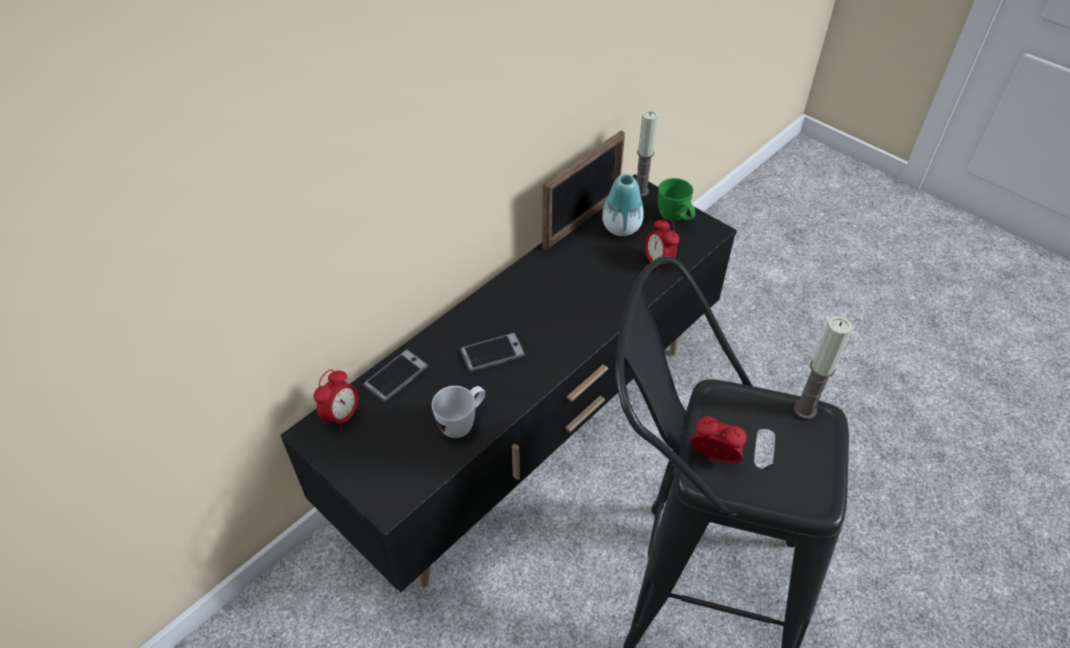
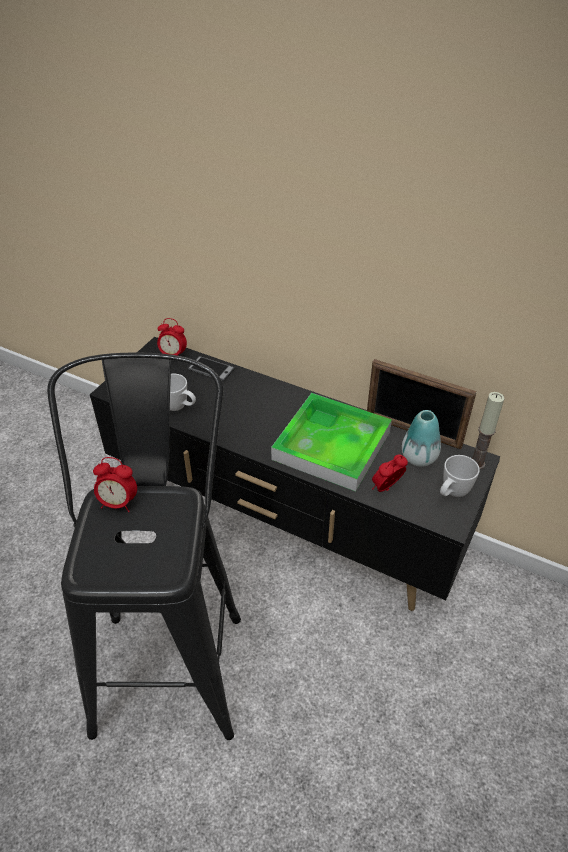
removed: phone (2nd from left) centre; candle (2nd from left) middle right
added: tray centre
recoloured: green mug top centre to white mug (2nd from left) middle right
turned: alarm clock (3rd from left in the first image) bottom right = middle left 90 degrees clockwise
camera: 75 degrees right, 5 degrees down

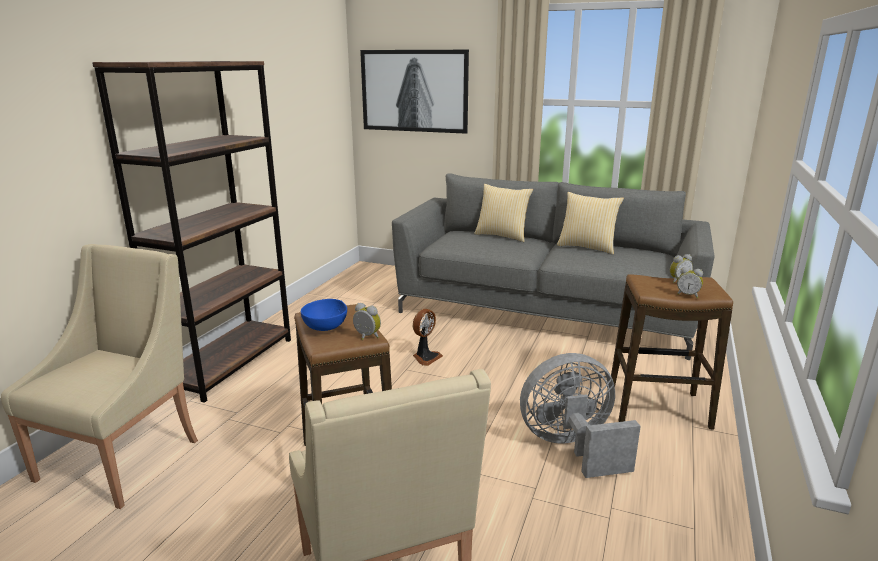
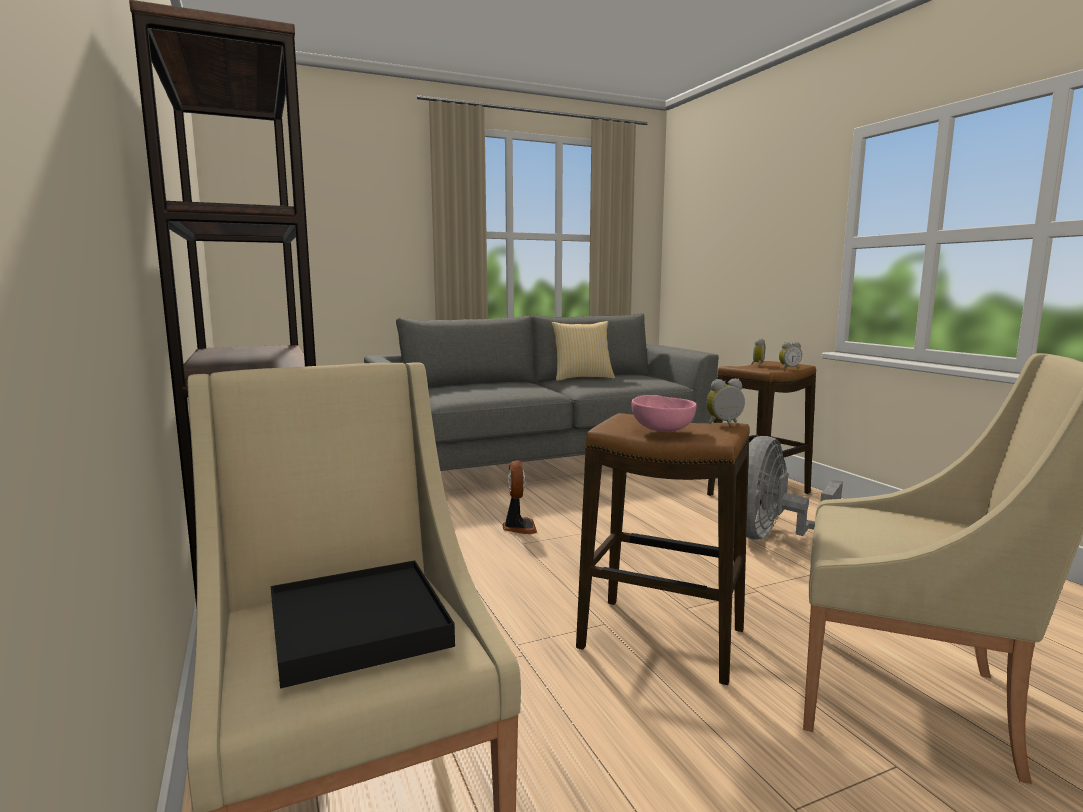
removed: picture top centre; pillow (1st from left) centre
added: black tray bottom centre
recoloured: blue bowl centre to pink bowl centre
camera: 45 degrees left, 10 degrees down

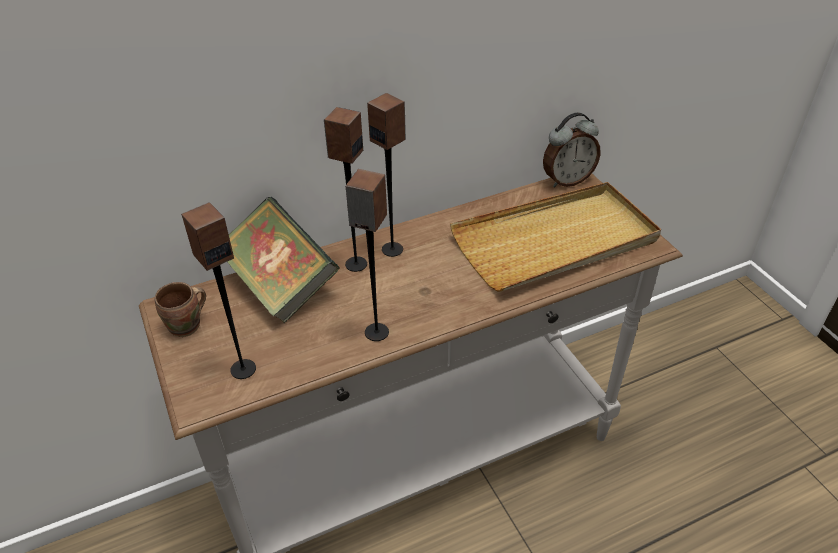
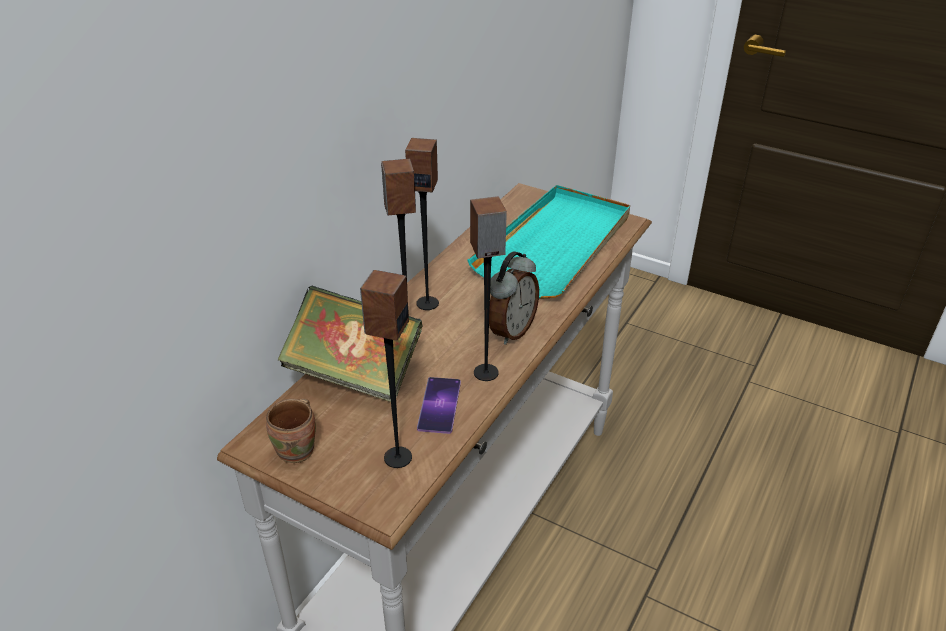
added: phone centre
moved: alarm clock top right to centre
recoloured: beige tray centre to turquoise tray centre
camera: 35 degrees left, 5 degrees down

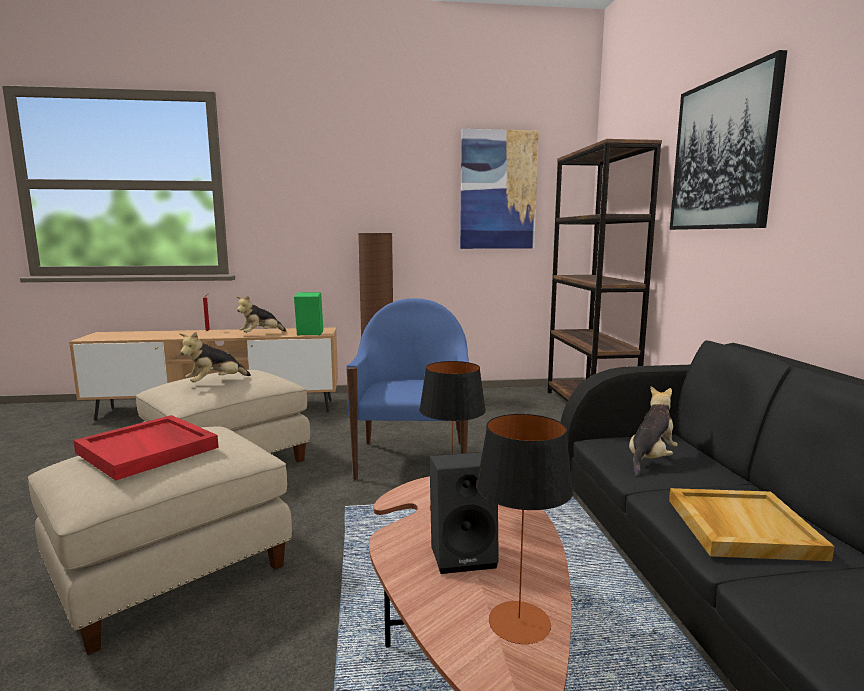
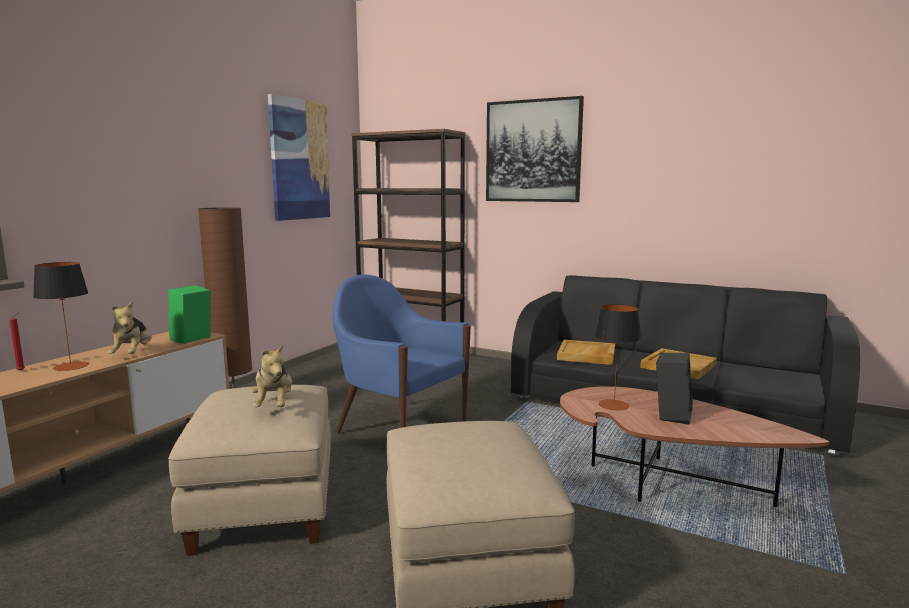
removed: red tray middle left
moved: table lamp (2nd from left in the first image) bottom centre to table lamp (1st from left) middle left
replaced: plush toy (3rd from left) middle right to beige tray (1st from left) centre
camera: 55 degrees left, 0 degrees up

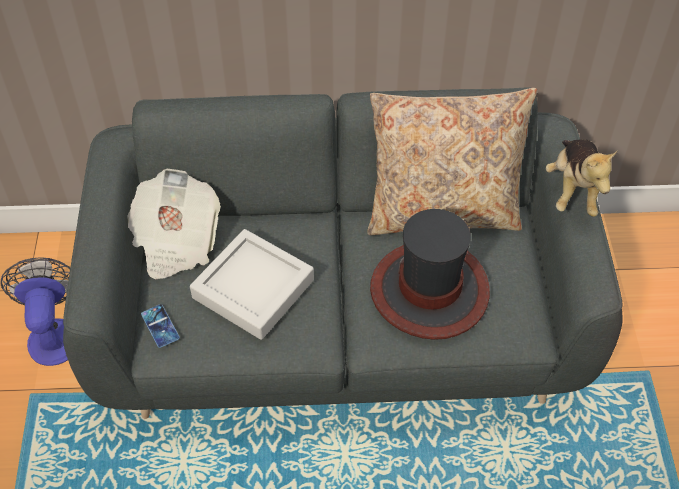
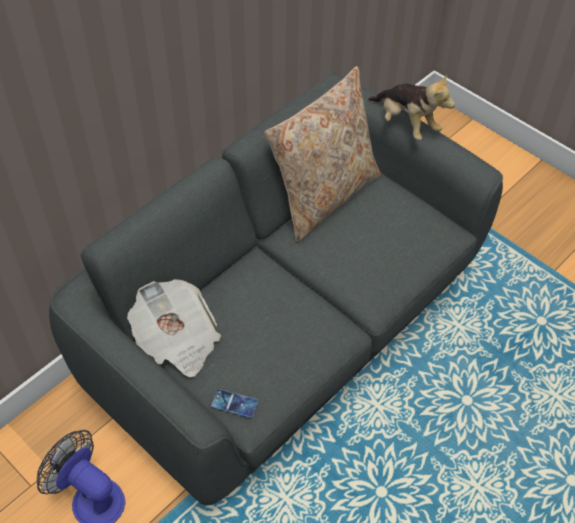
removed: grey tray centre; hat centre
camera: 45 degrees left, 0 degrees up

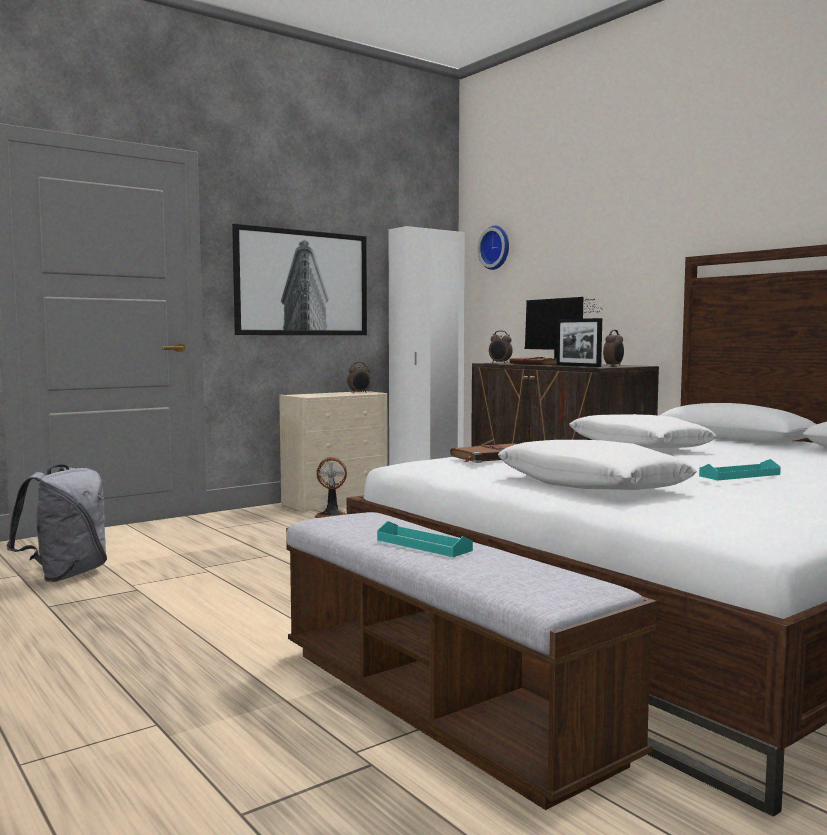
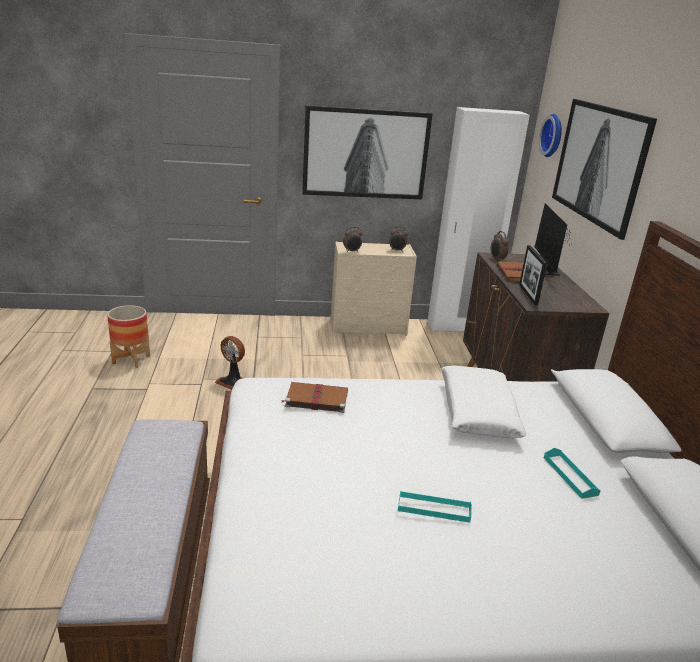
removed: white pillow (1st from left) middle right
added: picture (2nd from left) top right
moved: fan centre to middle left; alarm clock (3rd from left in the first image) middle right to alarm clock (1st from left) centre; turquoise tray (1st from left in the first image) centre to turquoise tray (2nd from left) bottom right
replaced: grey backpack middle left to planter middle left
camera: 30 degrees right, 20 degrees up

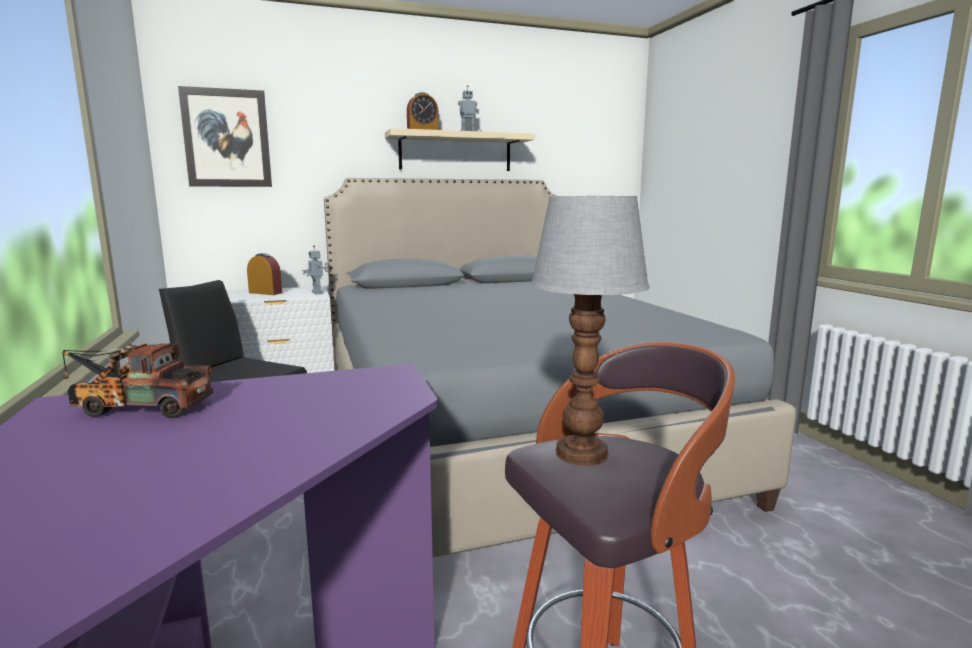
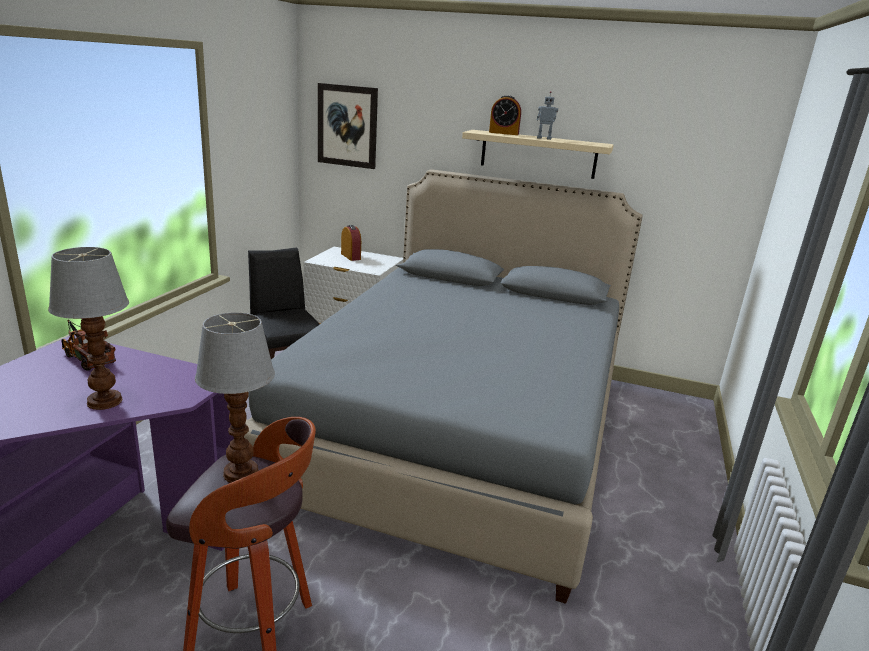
removed: toy robot (1st from left) middle left
added: table lamp (1st from left) middle left
camera: 35 degrees right, 10 degrees up

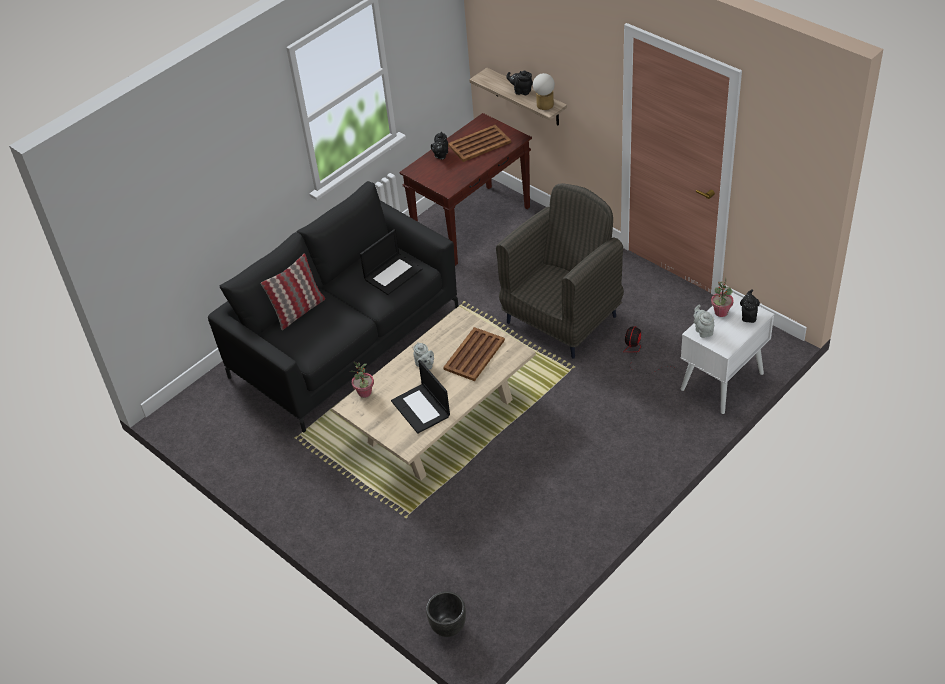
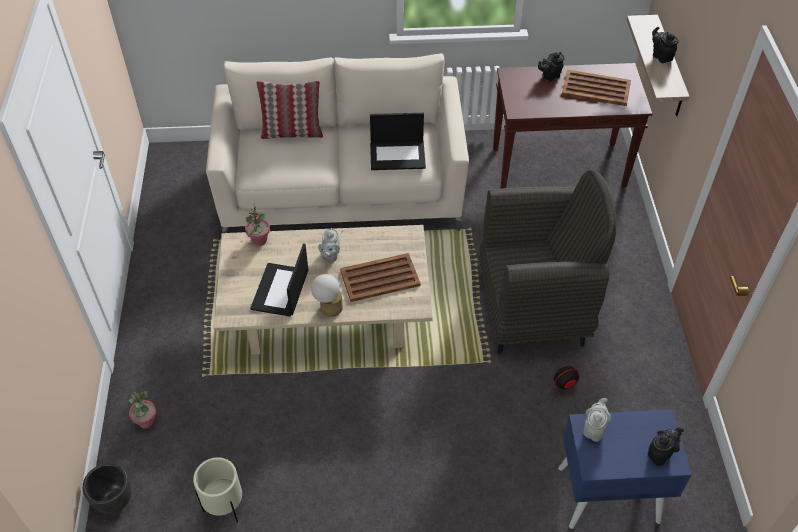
added: beige planter bottom left
moved: potted plant (2nd from left in the first image) middle right to potted plant (1st from left) bottom left; table lamp top centre to centre
recoloured: black sofa centre to beige sofa top centre; white nightstand middle right to blue nightstand bottom right
camera: 40 degrees right, 5 degrees up

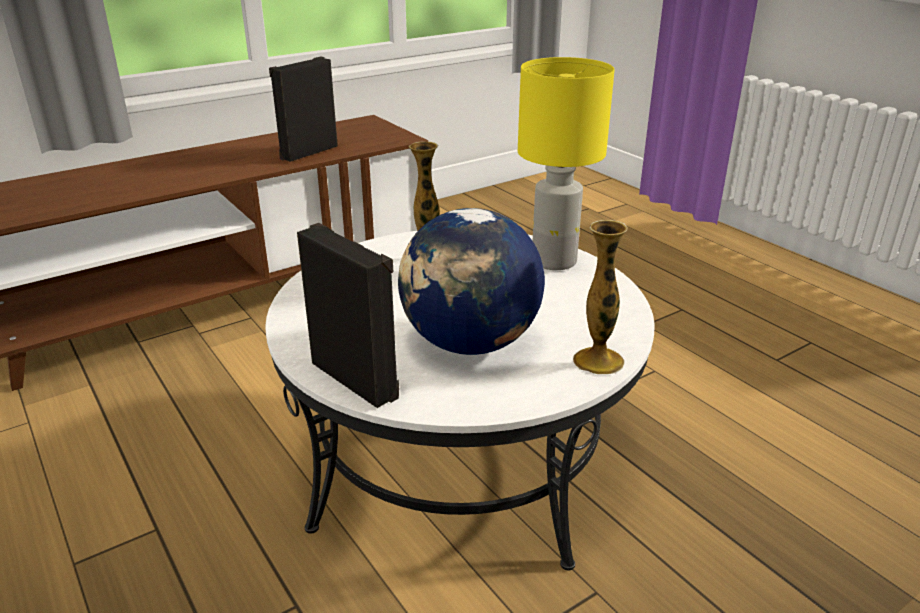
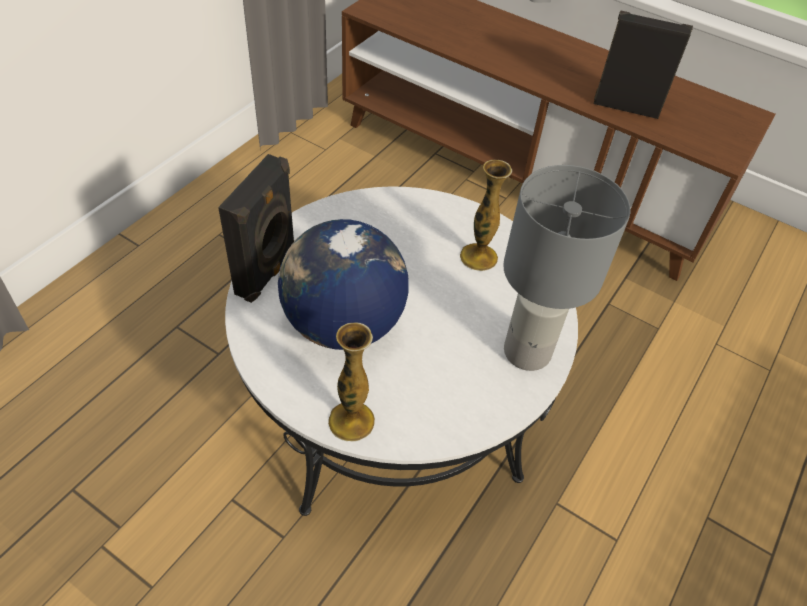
recoloured: yellow table lamp top centre to grey table lamp middle right
camera: 65 degrees right, 20 degrees up

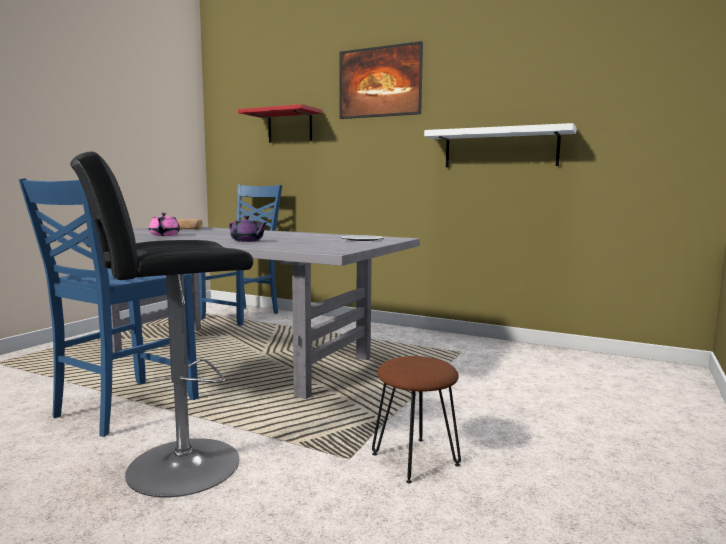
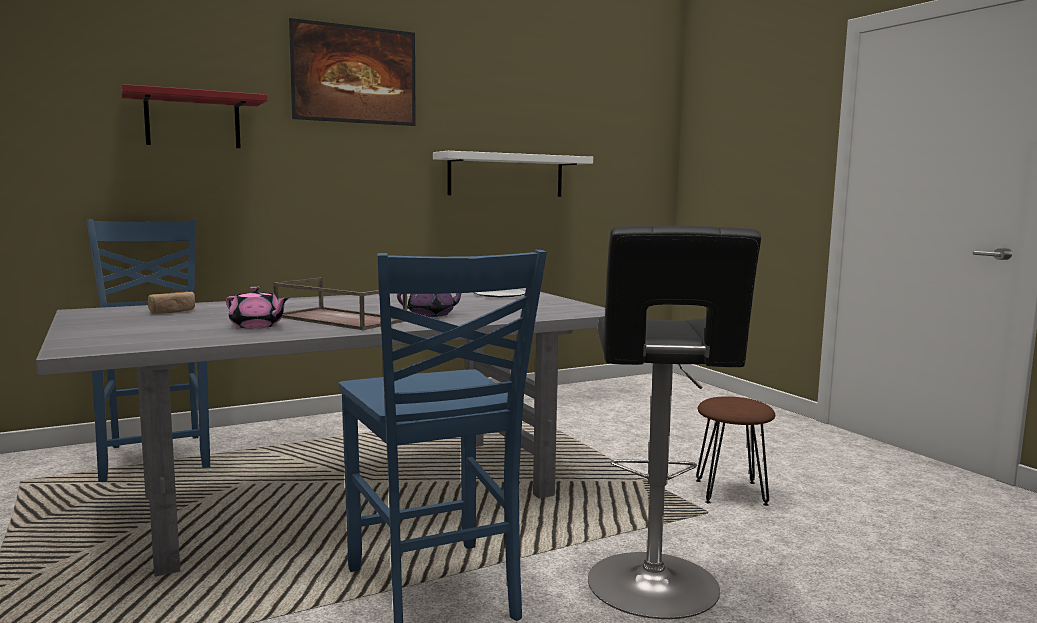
added: brown tray middle left
camera: 55 degrees left, 0 degrees up

